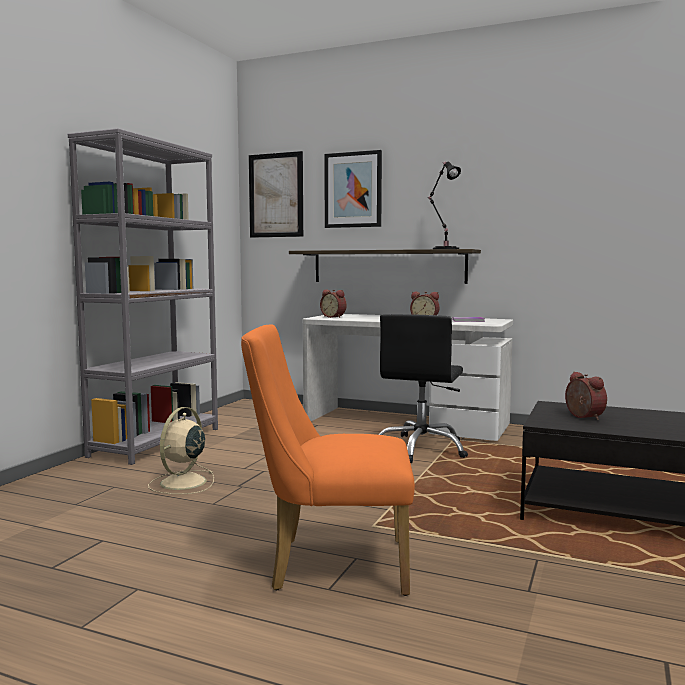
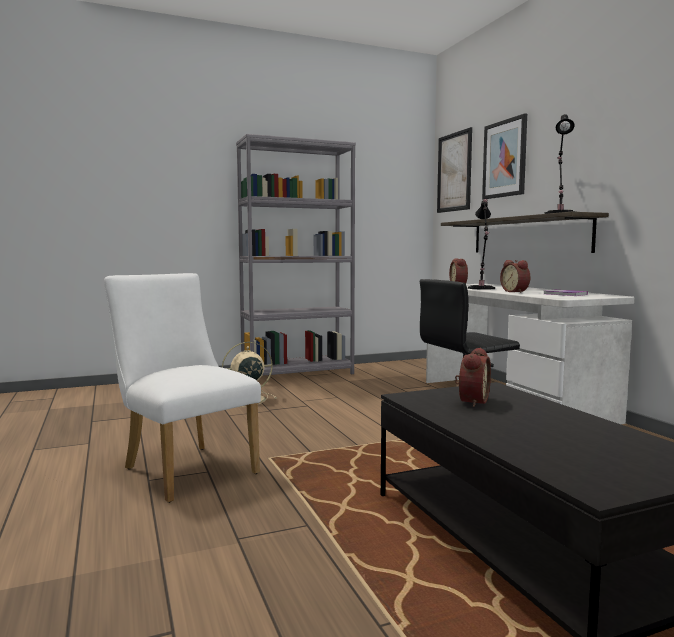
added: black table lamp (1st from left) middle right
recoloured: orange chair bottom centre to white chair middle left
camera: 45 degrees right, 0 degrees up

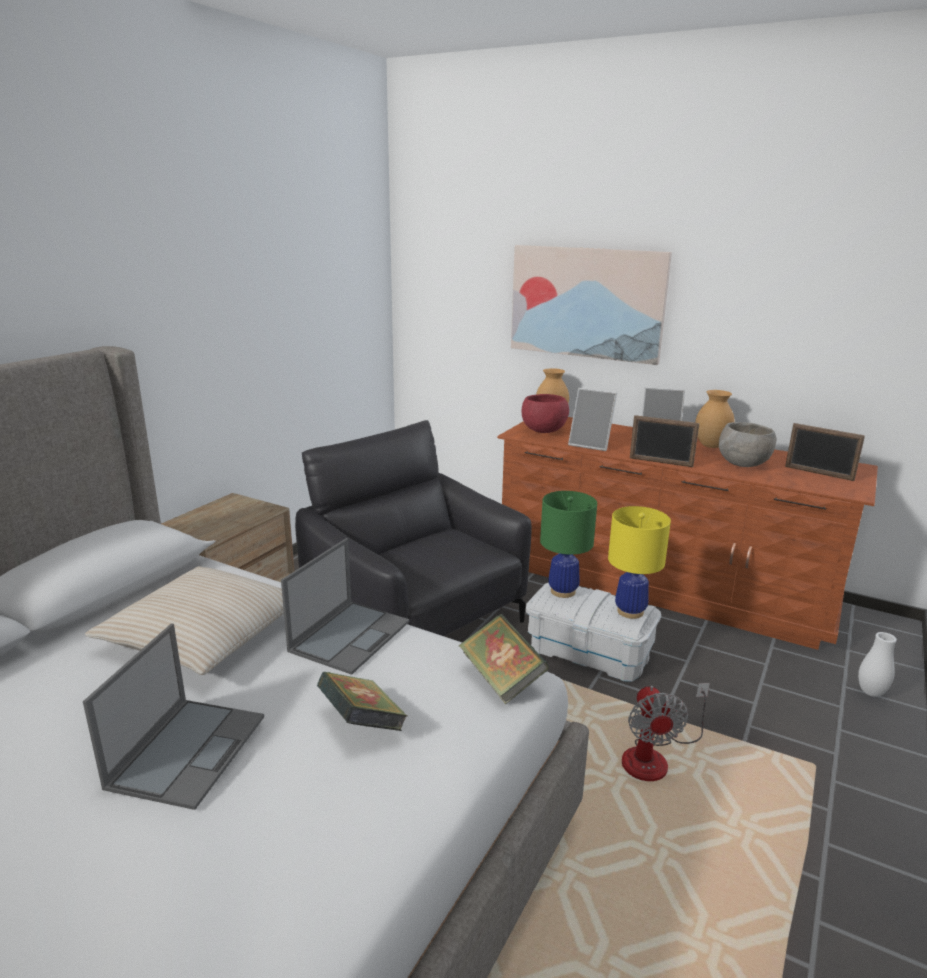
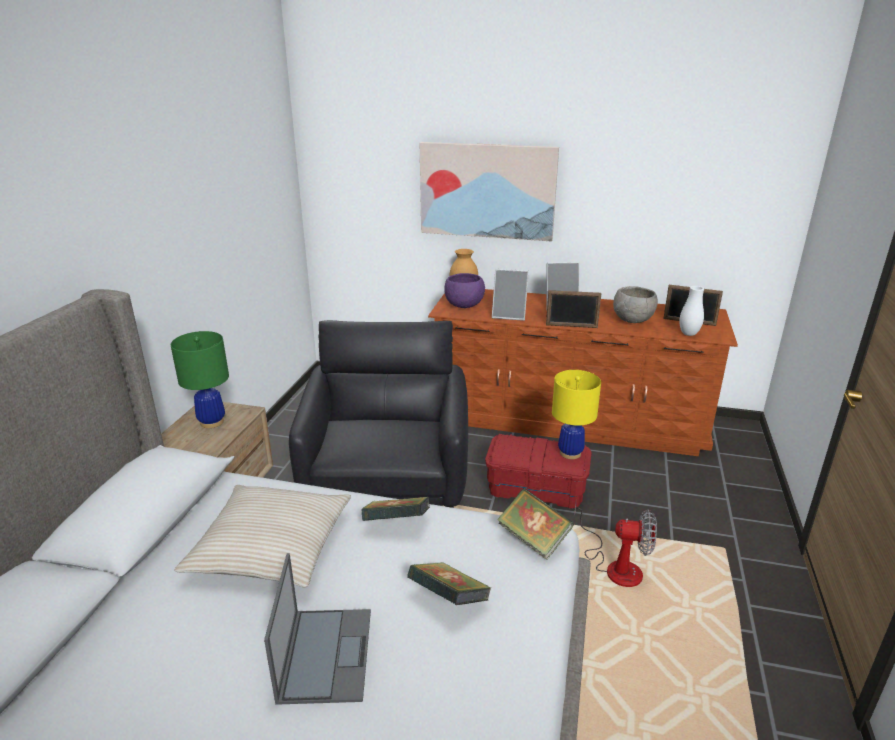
removed: brown vase (2nd from left) middle right
moved: green table lamp centre to middle left; white vase bottom right to middle right
replaced: laptop (2nd from left) centre to book (1st from left) bottom centre
recoloured: red bowl centre to purple bowl centre; white storage box centre to red storage box centre
turned: black armchair centre = centre 60 degrees clockwise; fan bottom right = bottom right 60 degrees counterclockwise
camera: 15 degrees left, 5 degrees up

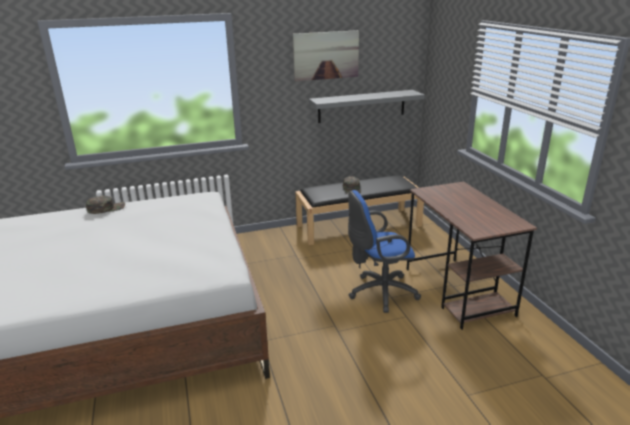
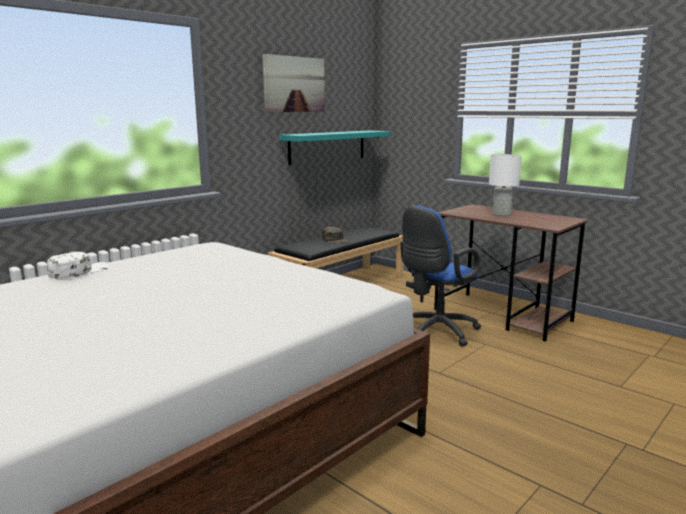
added: white table lamp middle right
recoloured: green cap (1st from left) middle left to white cap middle left; grey shelf top centre to turquoise shelf top centre
camera: 30 degrees left, 10 degrees down

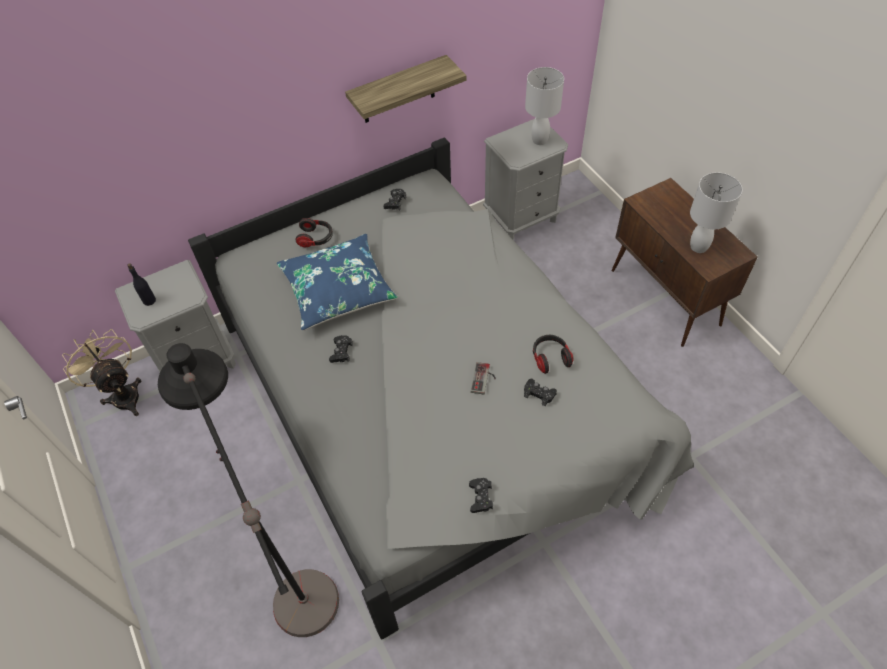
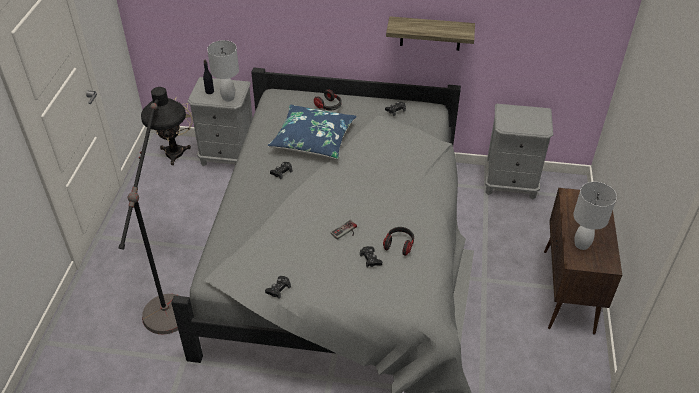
moved: white table lamp (1st from left) top centre to top left
camera: 35 degrees right, 10 degrees down

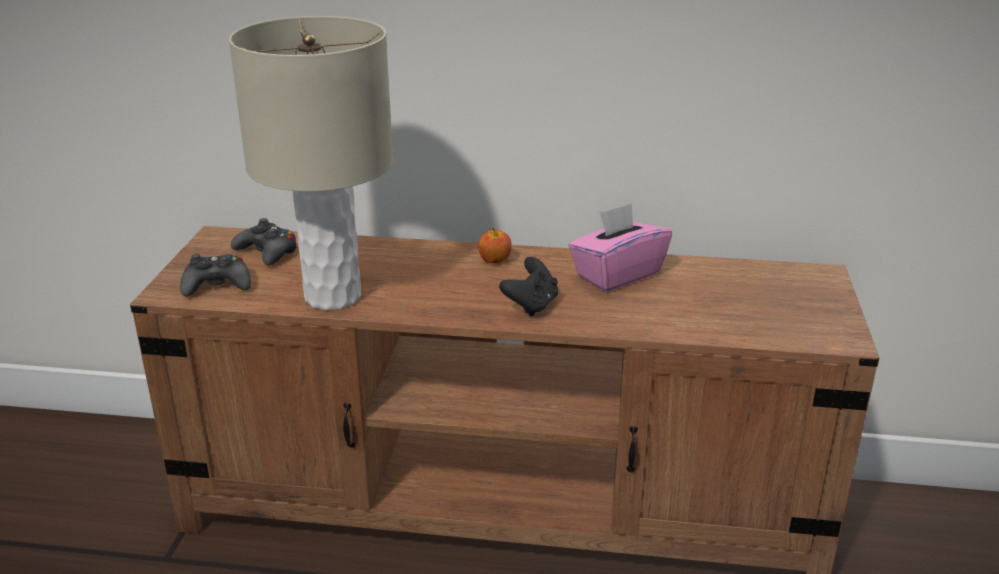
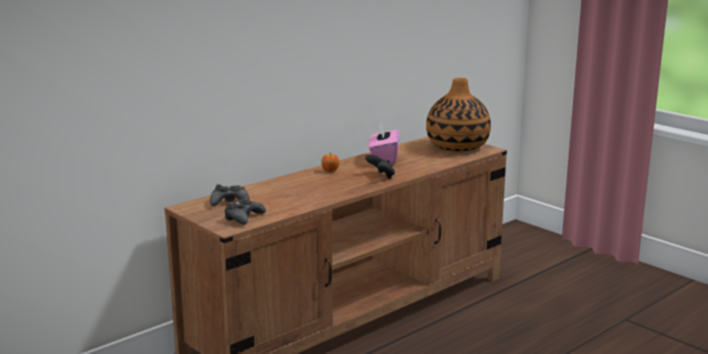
removed: beige table lamp top left
added: vase top centre
camera: 50 degrees left, 10 degrees down

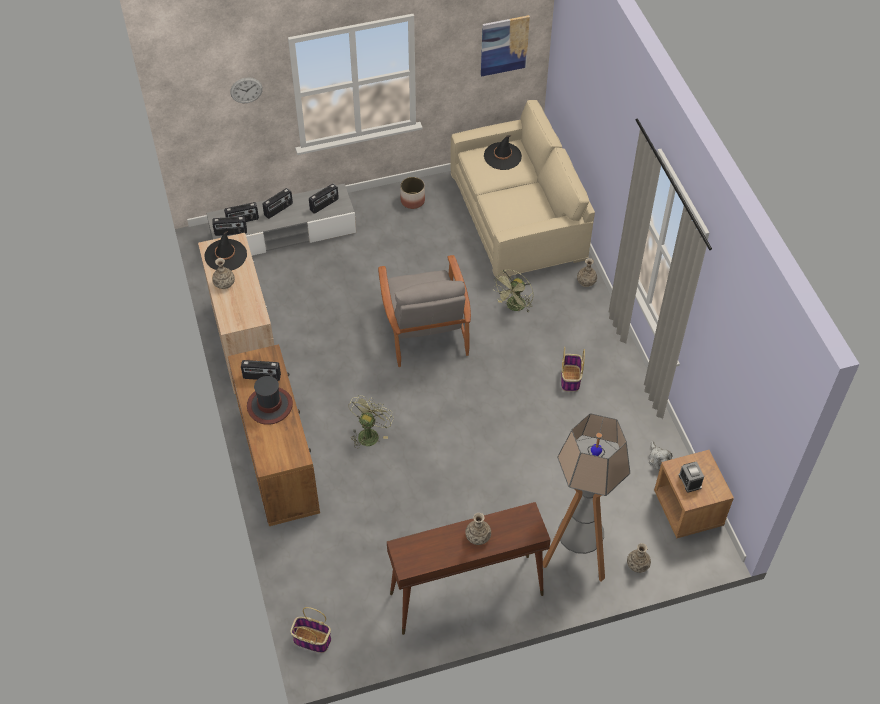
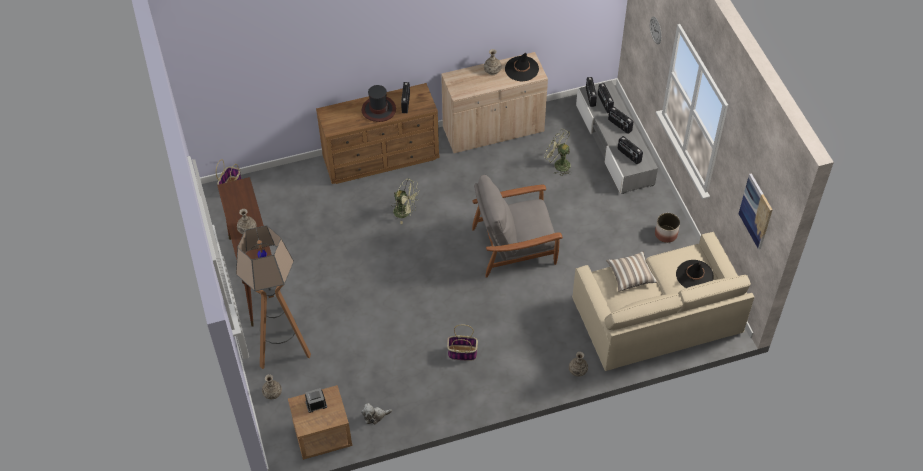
added: pillow middle right
moved: green fan (2nd from left) centre to top centre
camera: 90 degrees right, 0 degrees up

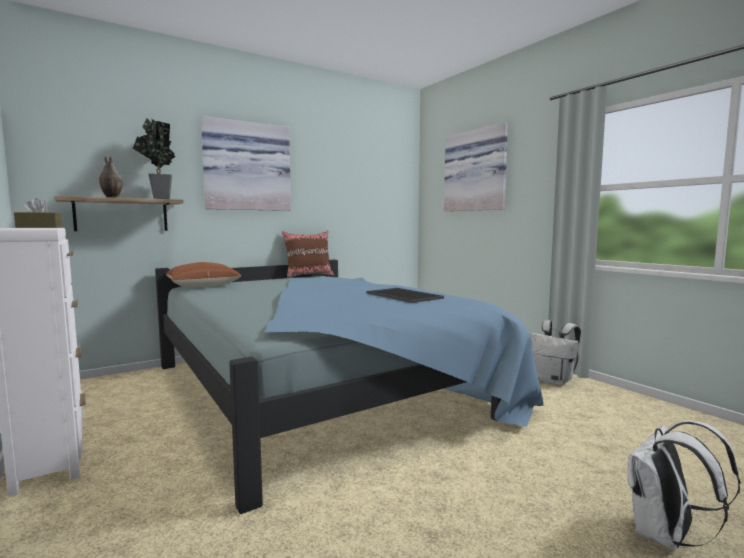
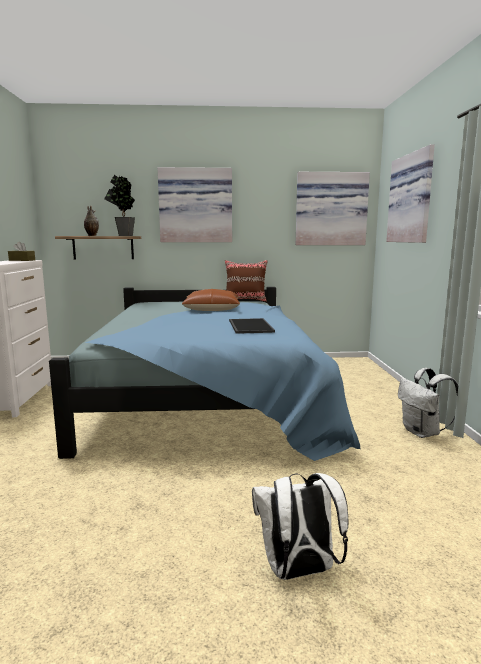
added: picture (2nd from left) top right
moved: brown pillow (1st from left) middle left to centre
camera: 30 degrees right, 5 degrees up

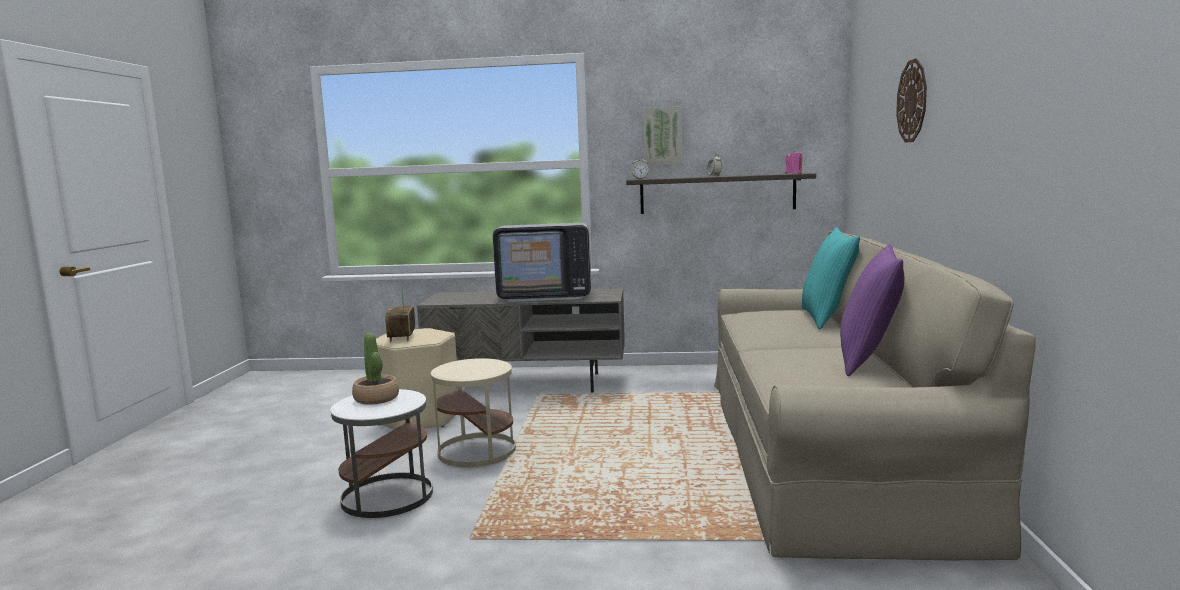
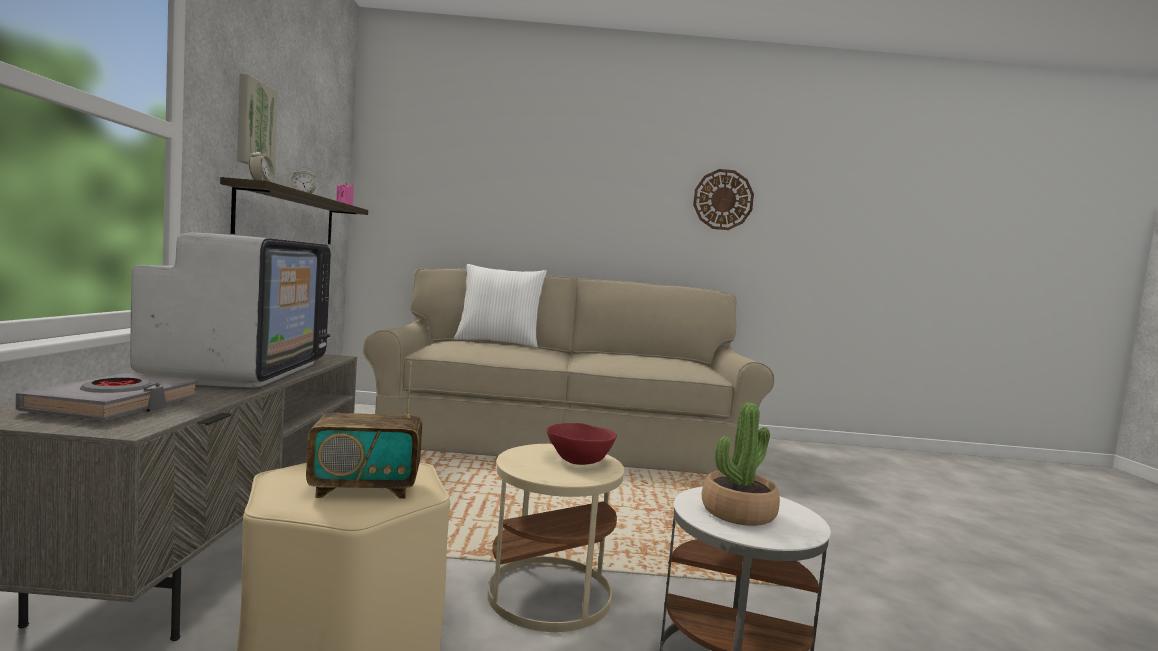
removed: purple pillow middle right
added: grey book middle left; red bowl bottom centre
moved: wall clock top right to top centre
recoloured: turquoise pillow middle right to white pillow centre
camera: 95 degrees left, 5 degrees down

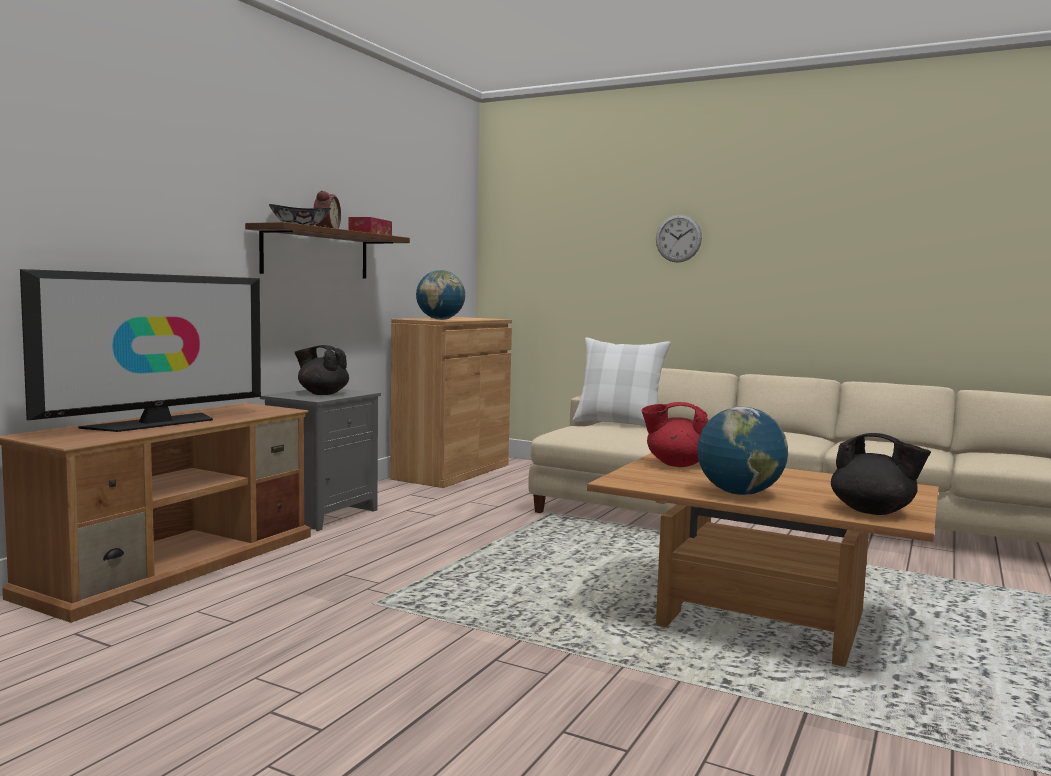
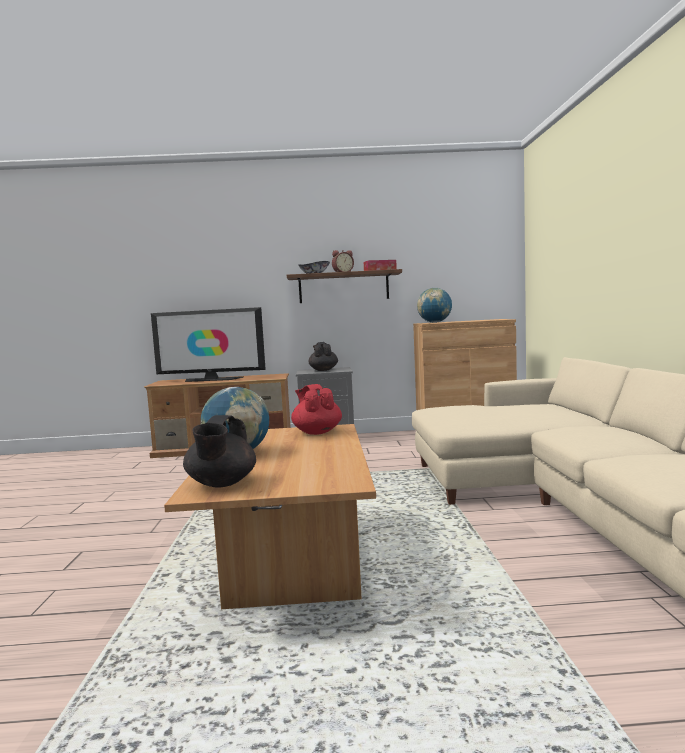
removed: white pillow centre; wall clock top centre
camera: 60 degrees right, 0 degrees up

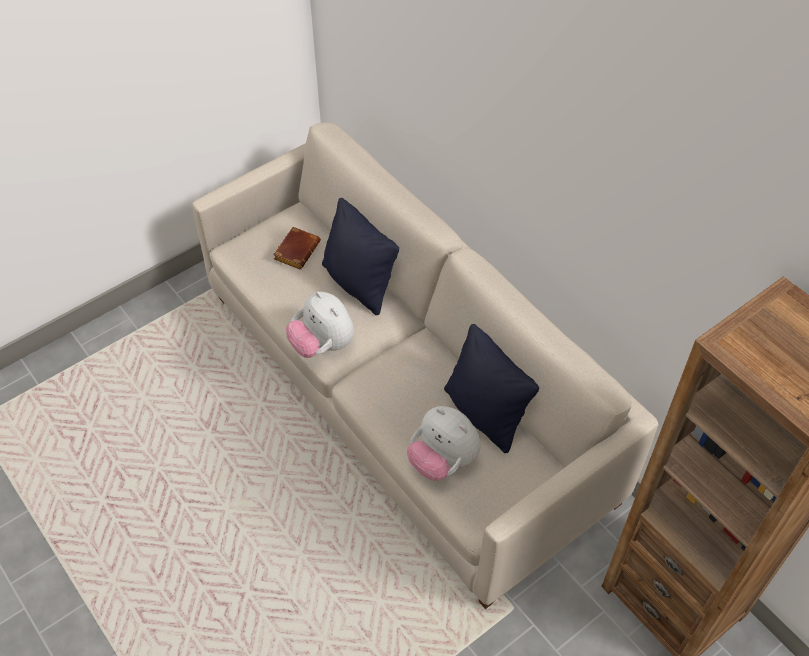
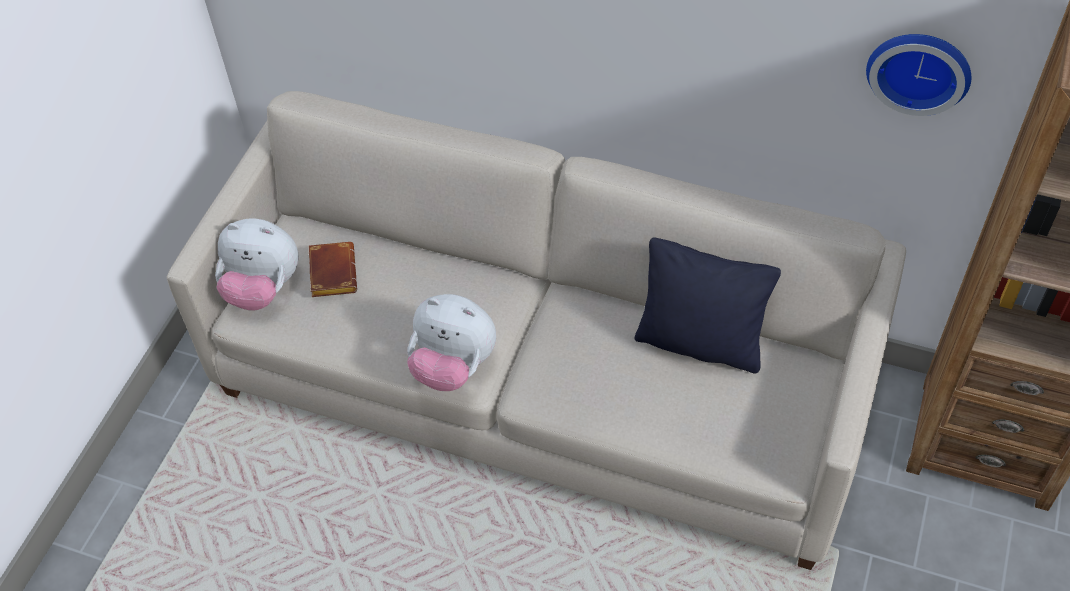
removed: black pillow (1st from left) centre
added: wall clock top right
moved: plush toy (2nd from left in the first image) bottom centre to plush toy (1st from left) middle left
camera: 30 degrees left, 0 degrees up

